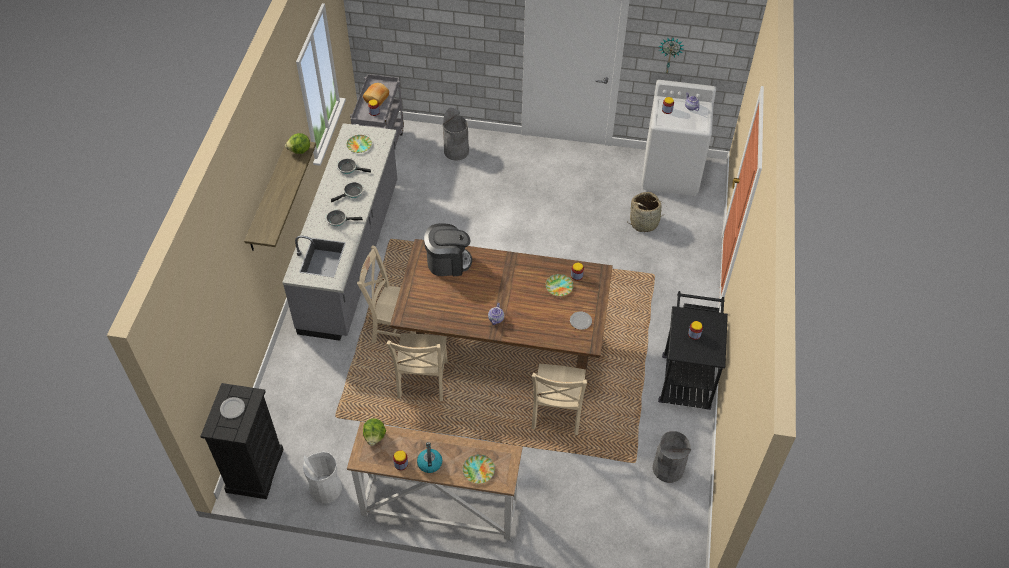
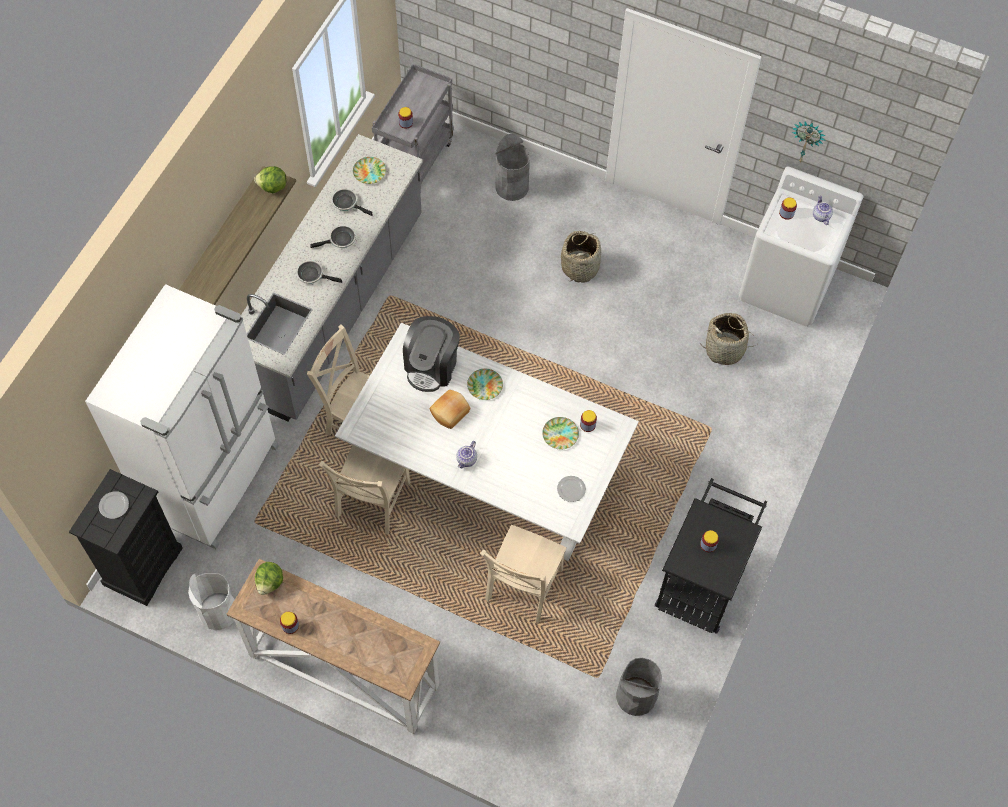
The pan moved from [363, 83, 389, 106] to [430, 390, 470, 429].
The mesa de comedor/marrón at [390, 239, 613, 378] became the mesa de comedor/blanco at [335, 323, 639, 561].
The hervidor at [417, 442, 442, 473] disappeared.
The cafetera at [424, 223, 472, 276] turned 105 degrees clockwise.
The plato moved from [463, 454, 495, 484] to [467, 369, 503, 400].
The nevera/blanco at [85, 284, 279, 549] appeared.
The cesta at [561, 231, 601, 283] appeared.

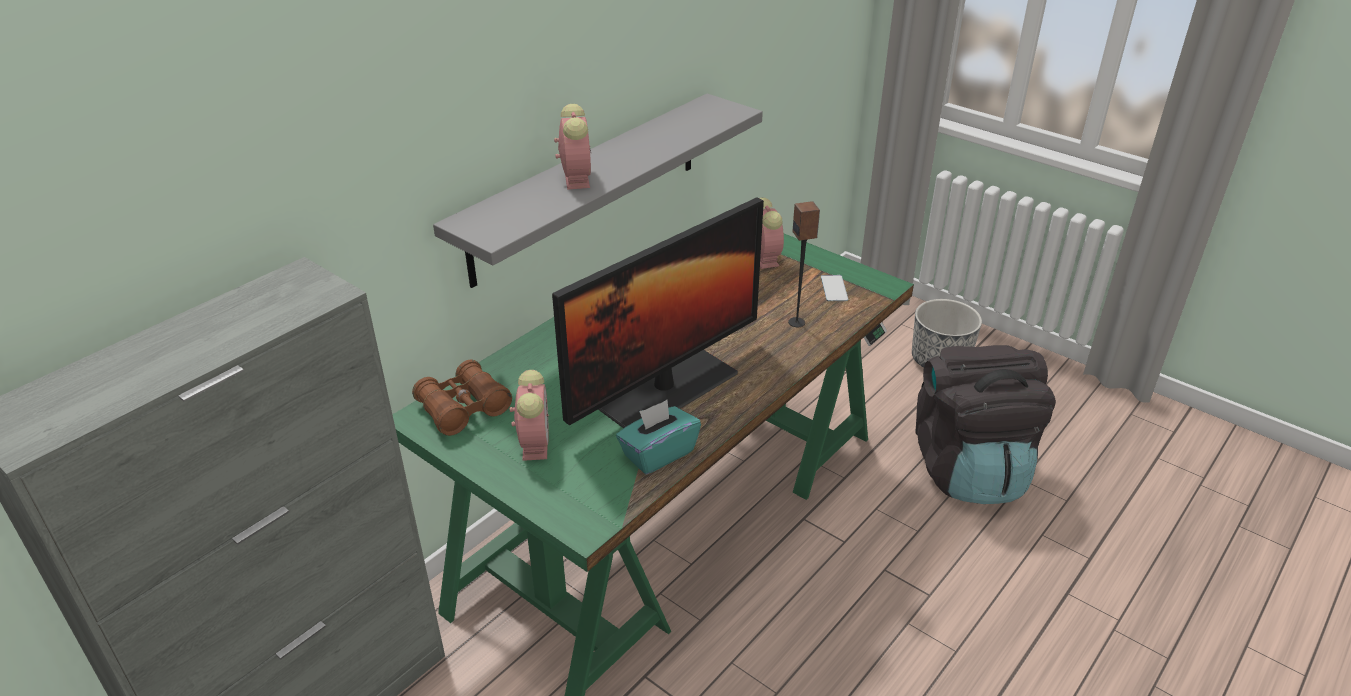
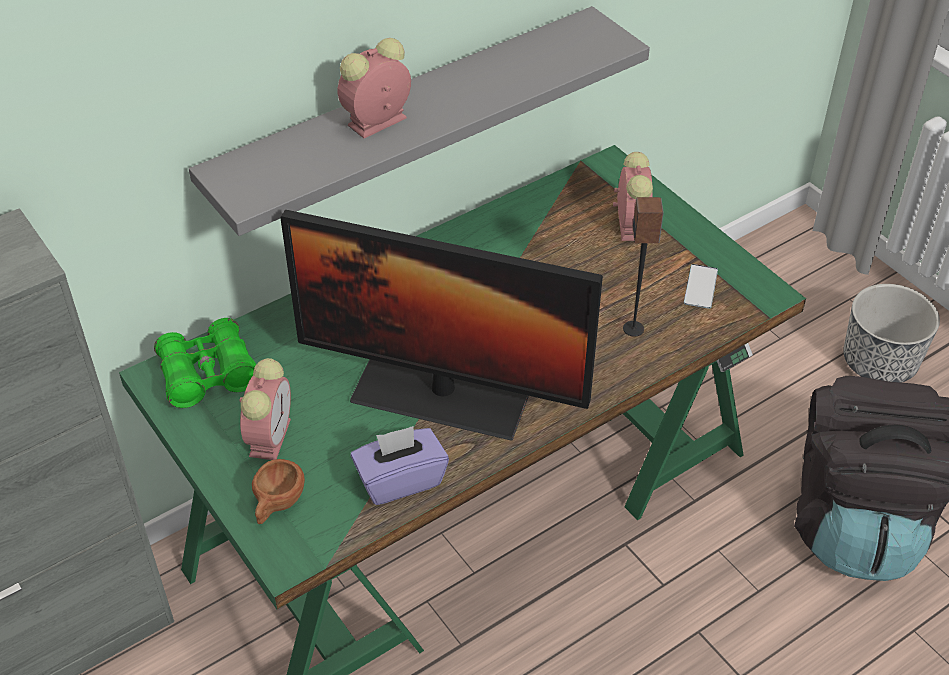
The prismáticos/marrón at [412, 360, 512, 436] became the prismáticos/verde at [154, 318, 256, 408].
The monitor at [552, 197, 764, 428] turned 45 degrees clockwise.
The despertador at [554, 104, 591, 190] turned 135 degrees counterclockwise.
The caja de pañuelos/turquesa at [616, 400, 701, 474] became the caja de pañuelos/morado at [351, 426, 449, 505].
The taza/marrón at [252, 459, 305, 524] appeared.

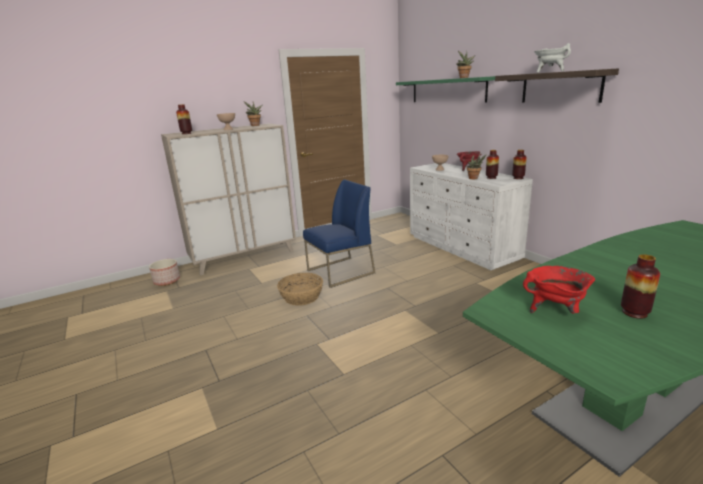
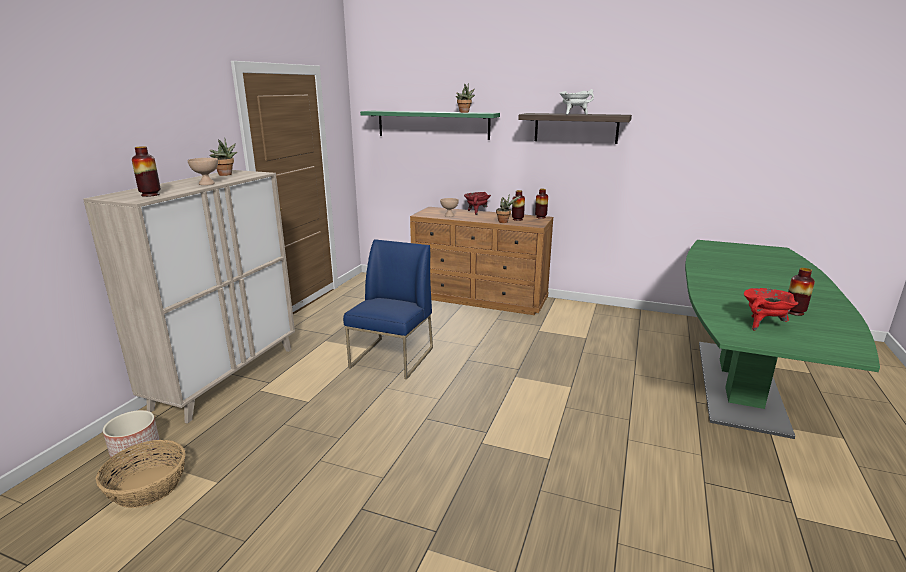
The cesta moved from [277, 273, 323, 306] to [96, 440, 186, 508].
The cómoda/blanco at [410, 163, 533, 270] became the cómoda/marrón at [410, 207, 553, 315].

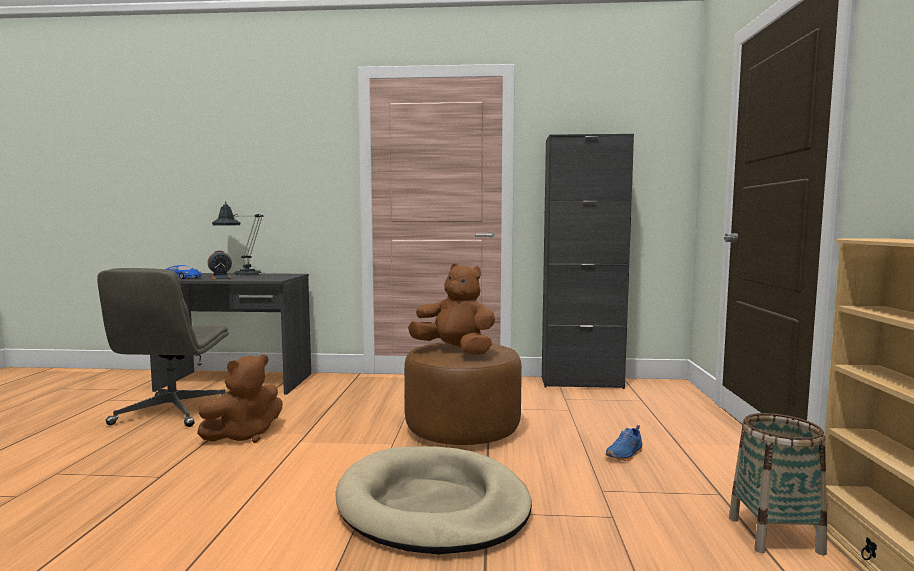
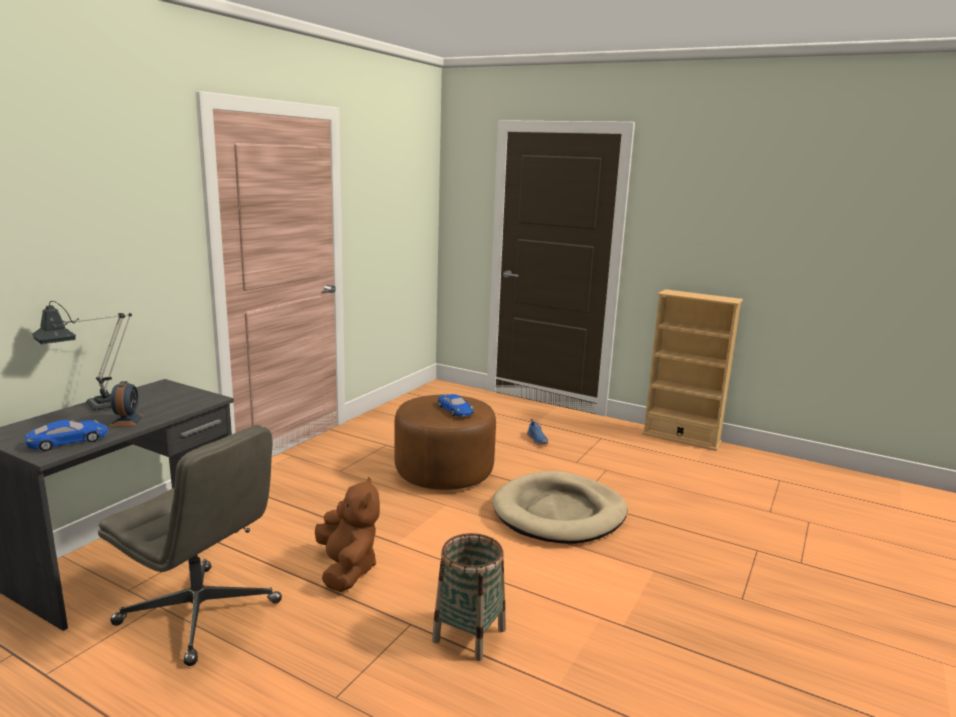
The peluche/marrón at [408, 263, 495, 355] was replaced by the coche de juguete/azul at [437, 394, 474, 416].
The armario/negro at [542, 134, 634, 389] disappeared.
The cesta moved from [729, 413, 827, 555] to [432, 533, 505, 661].

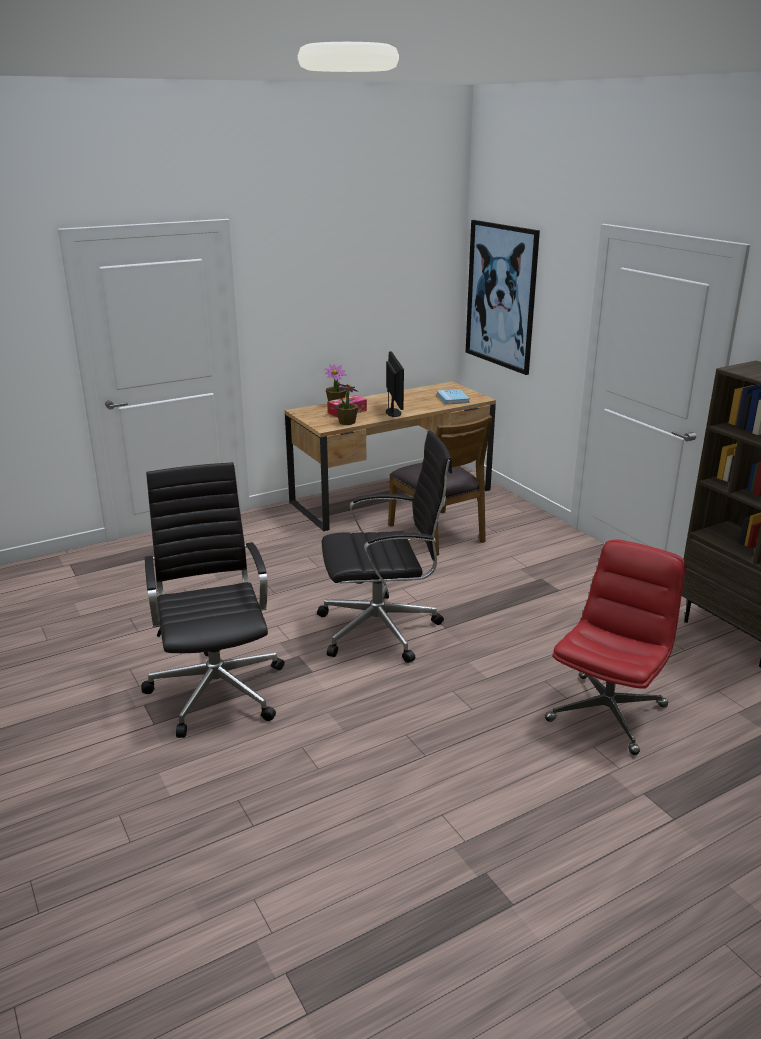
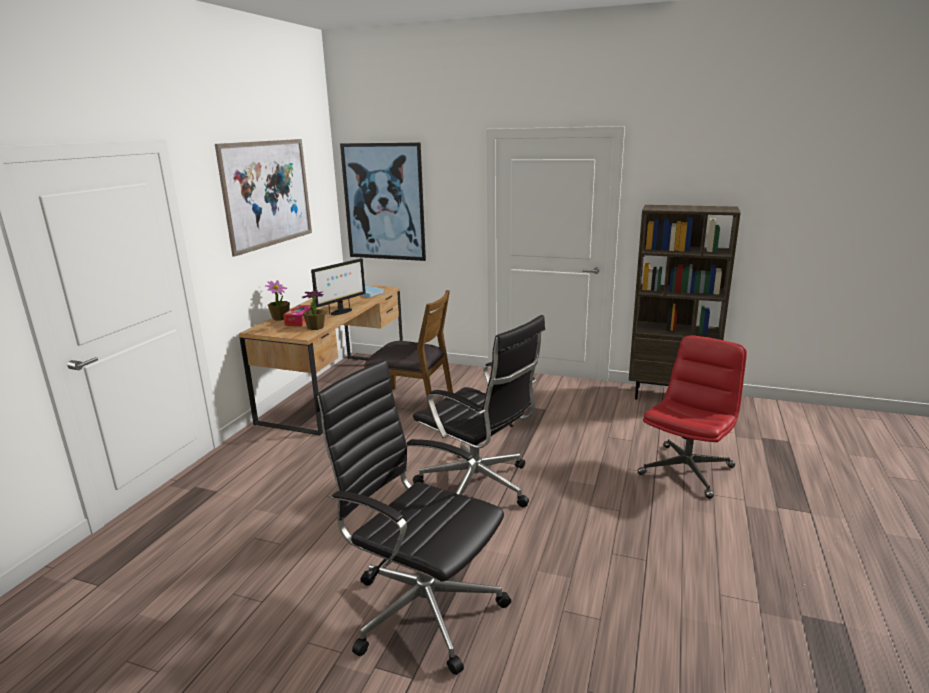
The silla de oficina/negro at [317, 431, 452, 663] turned 90 degrees clockwise.
The monitor at [386, 351, 404, 417] turned 90 degrees clockwise.
The silla de oficina/rojo at [545, 540, 686, 755] turned 45 degrees clockwise.
The cuadro at [215, 139, 312, 257] appeared.

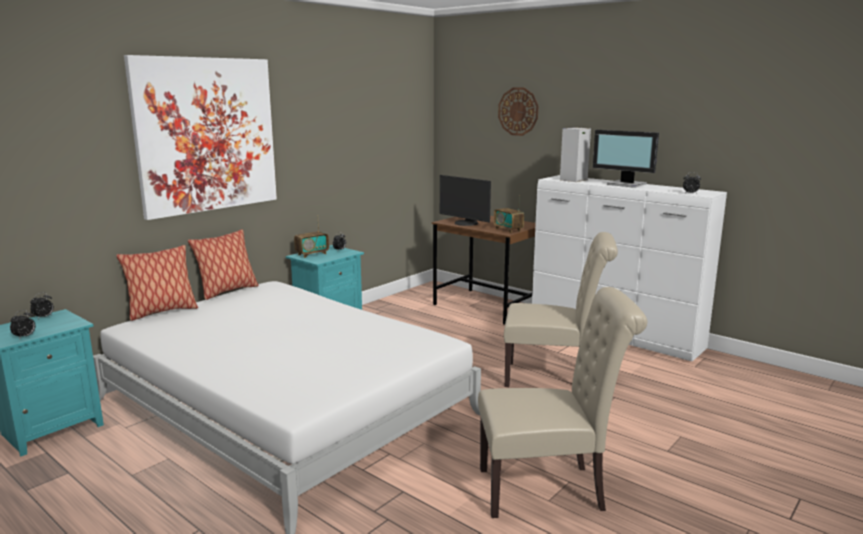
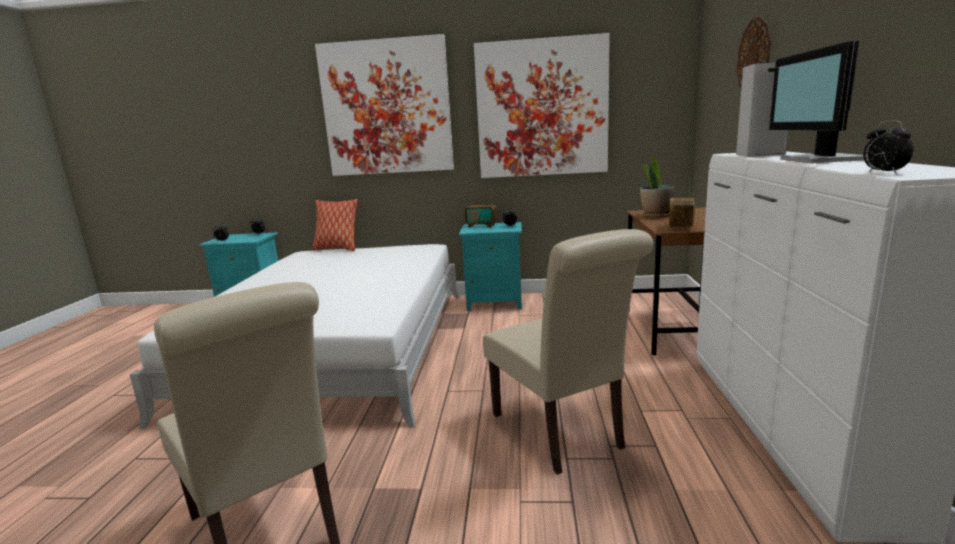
The cojín at [188, 230, 259, 300] disappeared.
The monitor at [440, 175, 491, 226] was replaced by the planta en maceta at [640, 156, 675, 218].
The cuadro at [474, 33, 610, 178] appeared.

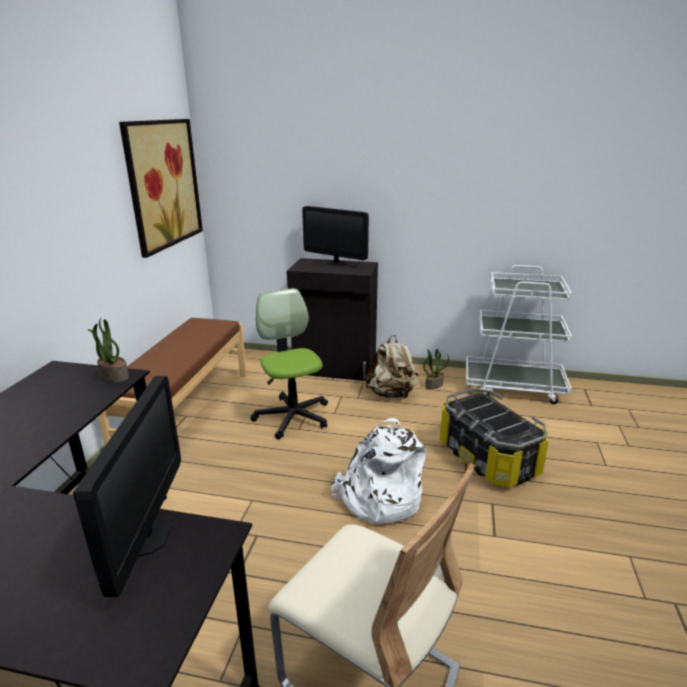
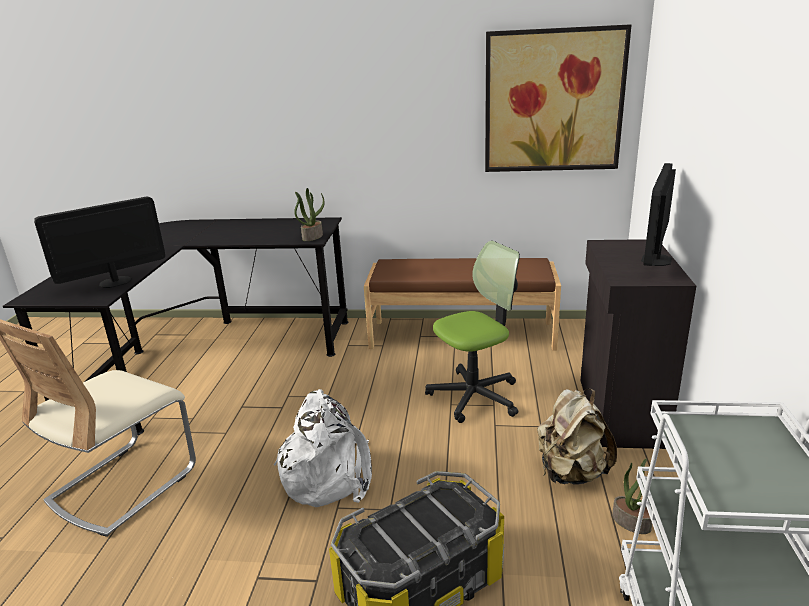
The monitor at [73, 376, 181, 597] turned 150 degrees clockwise.

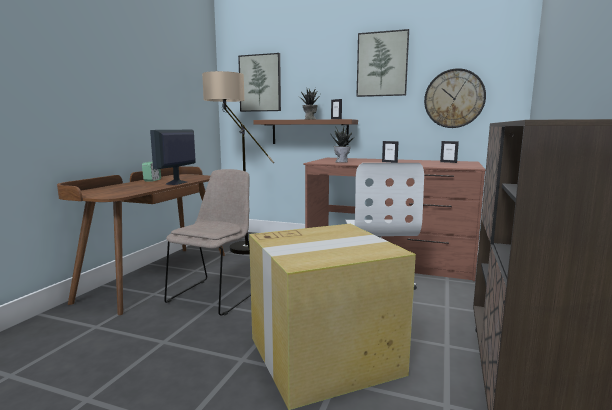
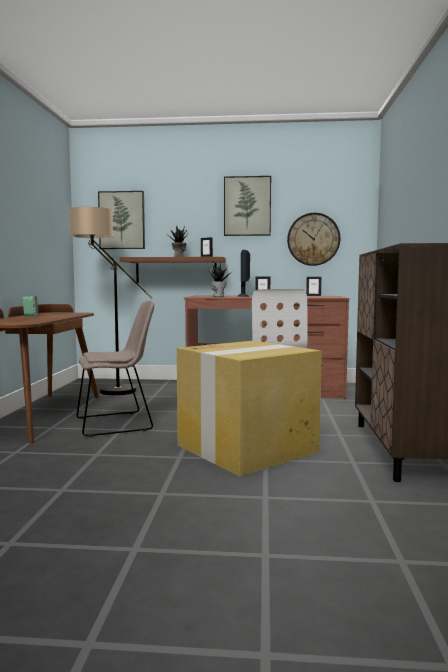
The monitor moved from [150, 130, 196, 185] to [238, 250, 250, 297].
The silla/beis at [164, 169, 251, 316] turned 60 degrees clockwise.

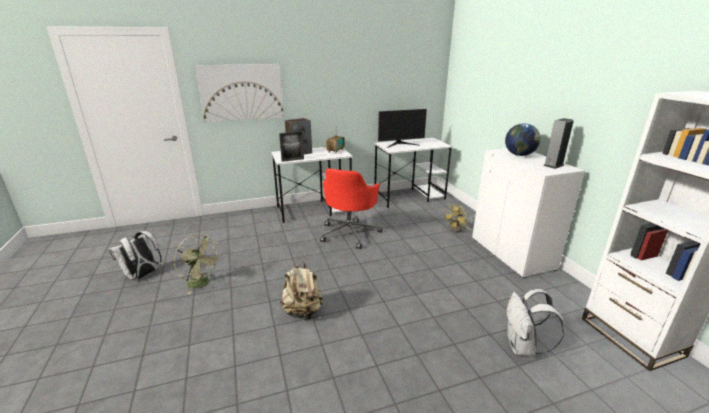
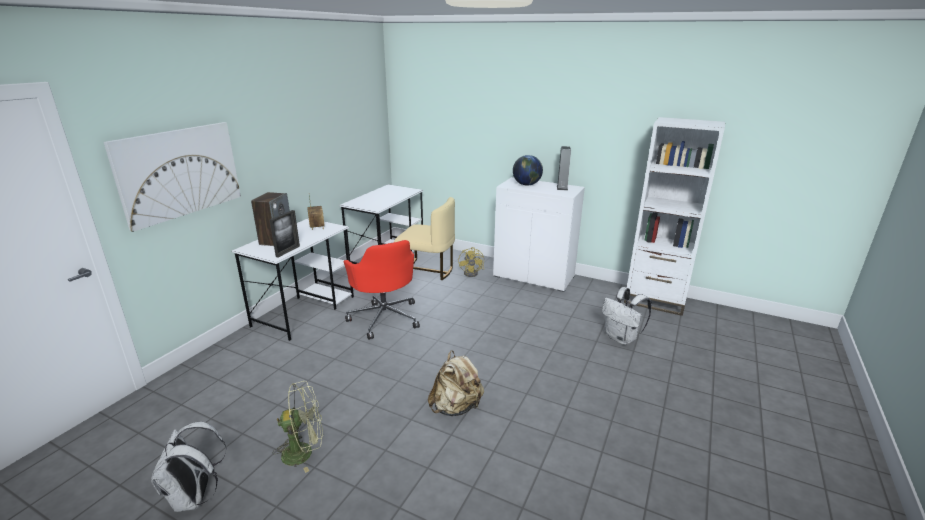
The monitor at [378, 109, 427, 148] disappeared.
The silla/beis at [394, 197, 455, 280] appeared.

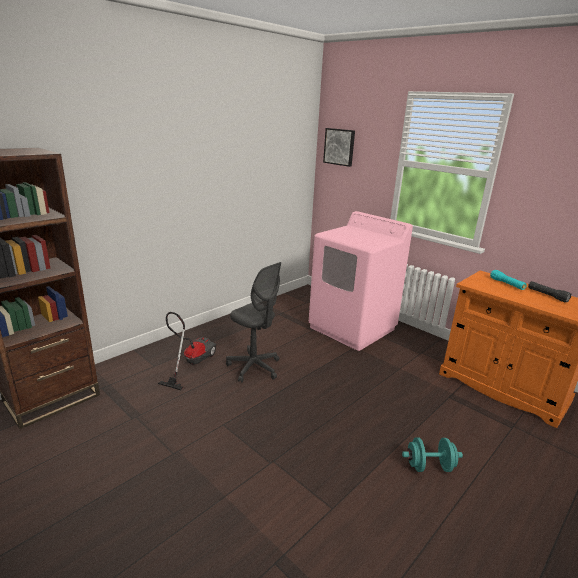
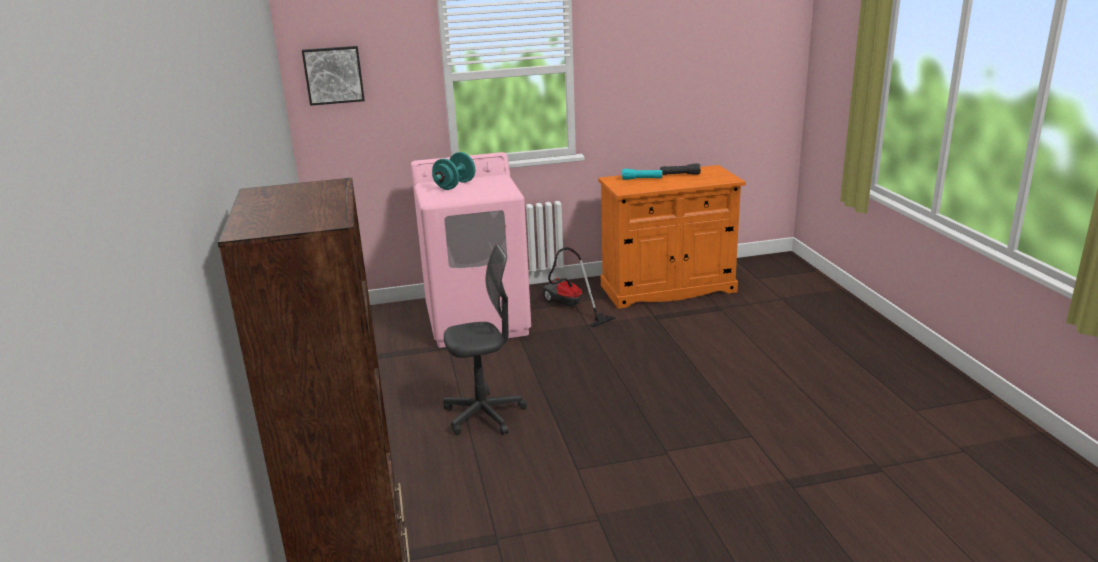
The aspiradora moved from [158, 312, 217, 390] to [542, 247, 616, 328].
The mancuerna/turquesa moved from [402, 437, 463, 472] to [432, 152, 475, 190].

